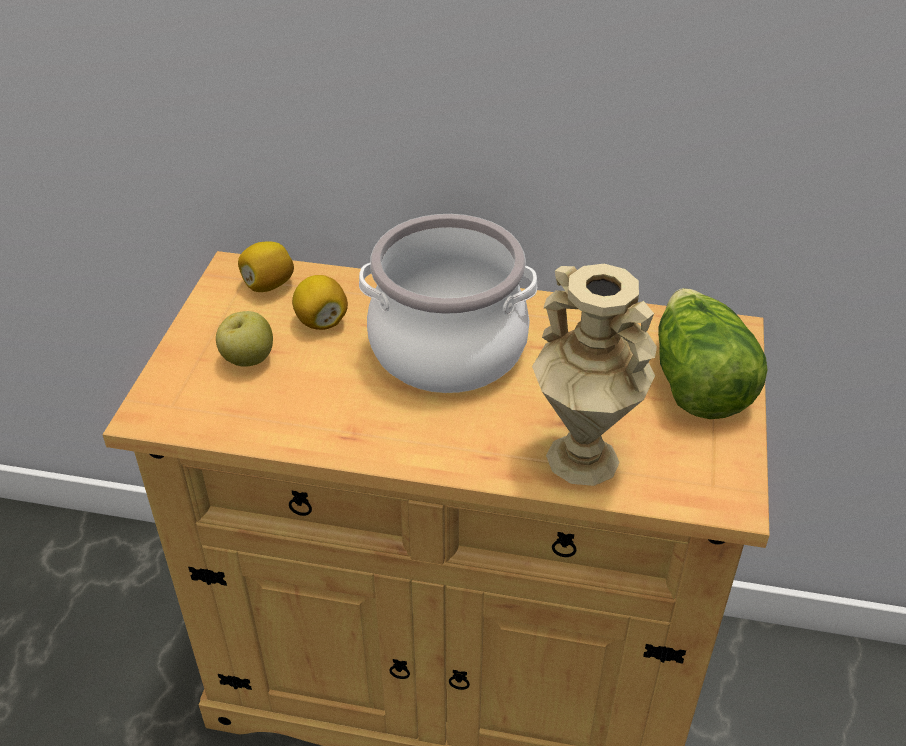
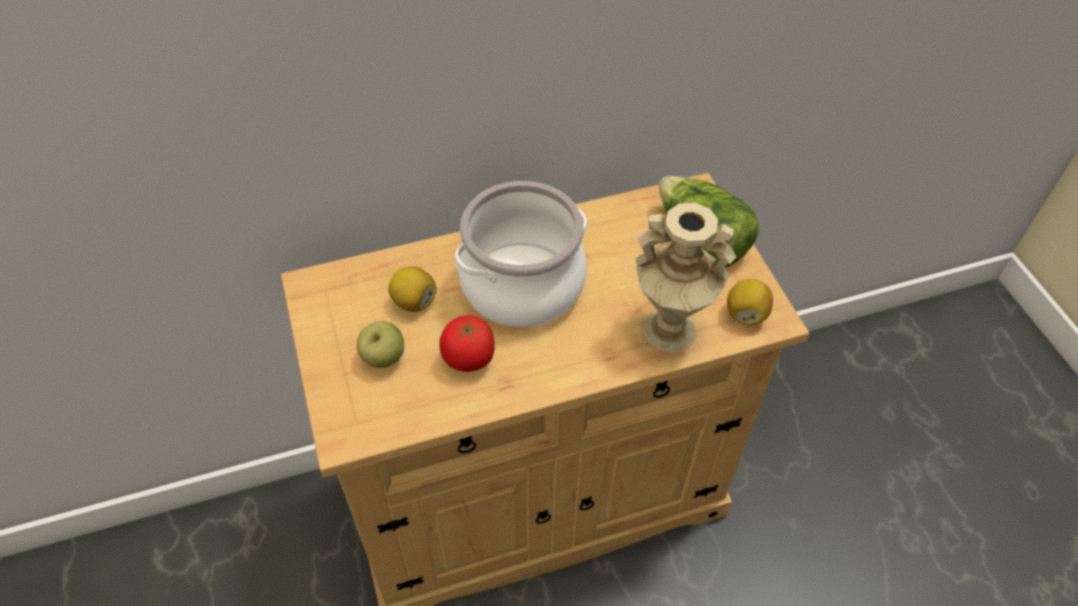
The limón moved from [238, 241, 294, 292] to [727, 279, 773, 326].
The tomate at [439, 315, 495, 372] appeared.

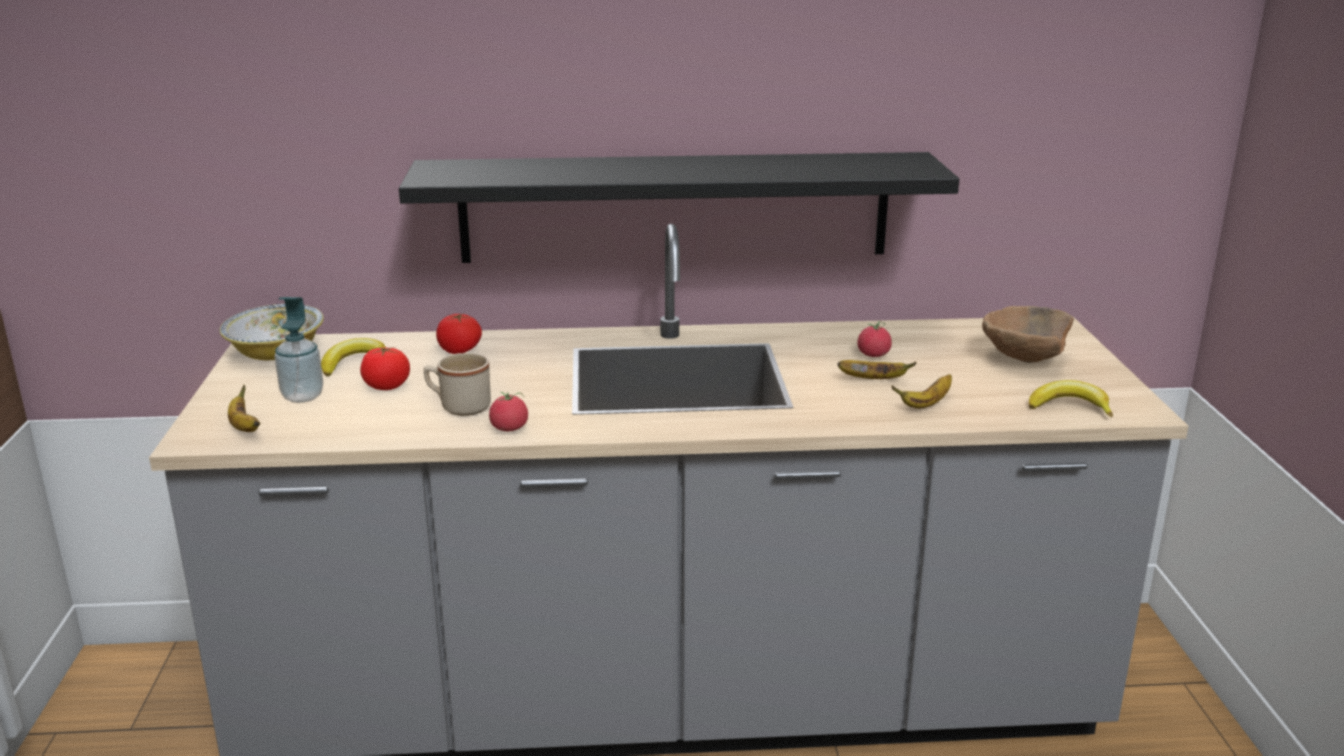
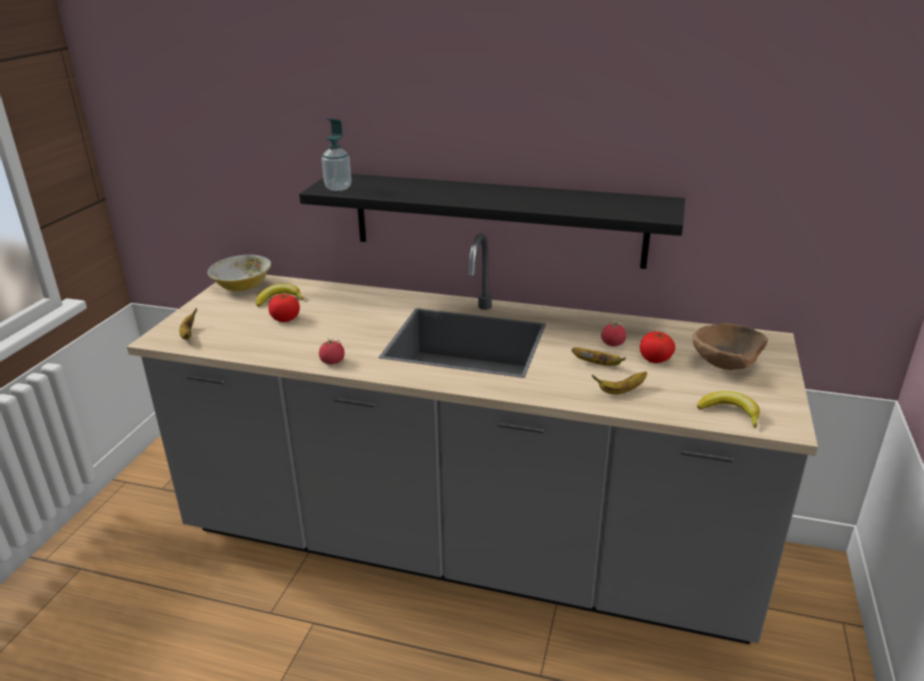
The dispensador de jabón moved from [274, 297, 323, 403] to [322, 118, 351, 191].
The taza grande/beis at [424, 353, 491, 416] disappeared.
The tomate moved from [436, 313, 482, 354] to [640, 331, 675, 363].

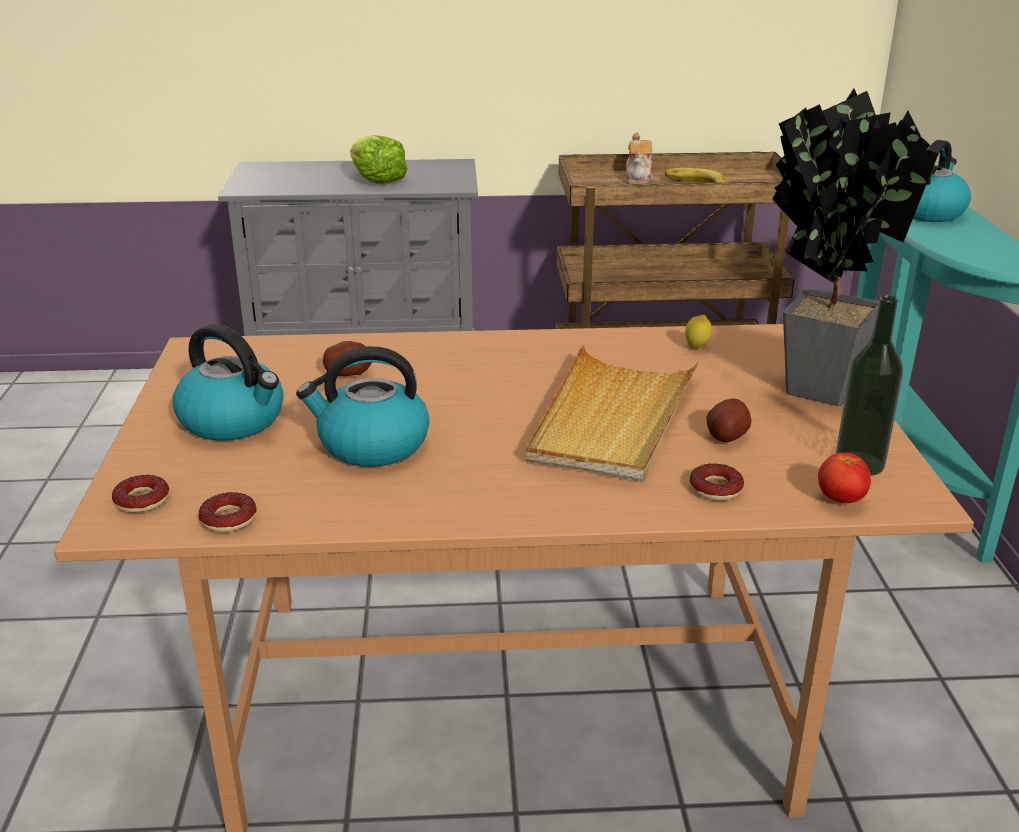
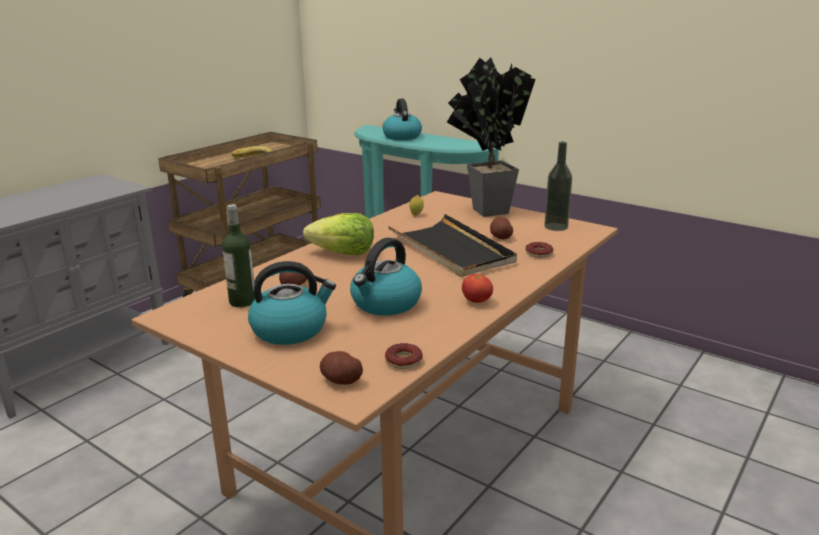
The rosquilla at [112, 475, 169, 513] was replaced by the patata at [320, 351, 363, 385].
The lechuga moved from [350, 135, 408, 184] to [303, 213, 374, 256].
The bandeja/beis at [526, 345, 699, 482] became the bandeja/negro at [388, 214, 517, 277].
The tetera at [626, 133, 654, 184] disappeared.
The tomate moved from [818, 453, 871, 503] to [462, 274, 493, 303].
The botella at [222, 204, 255, 307] appeared.

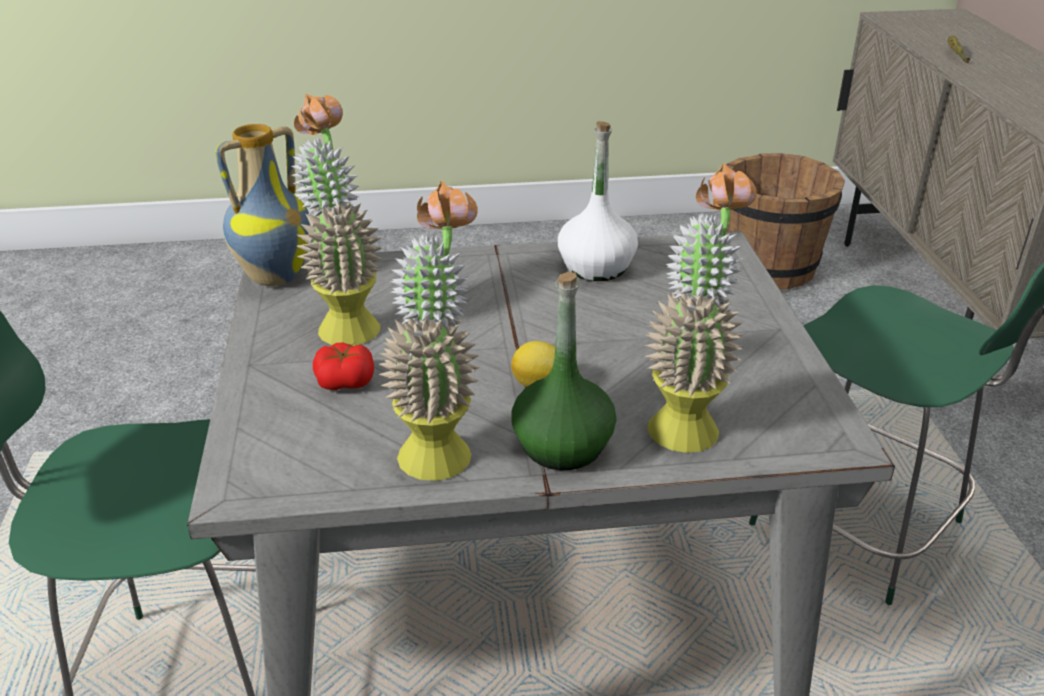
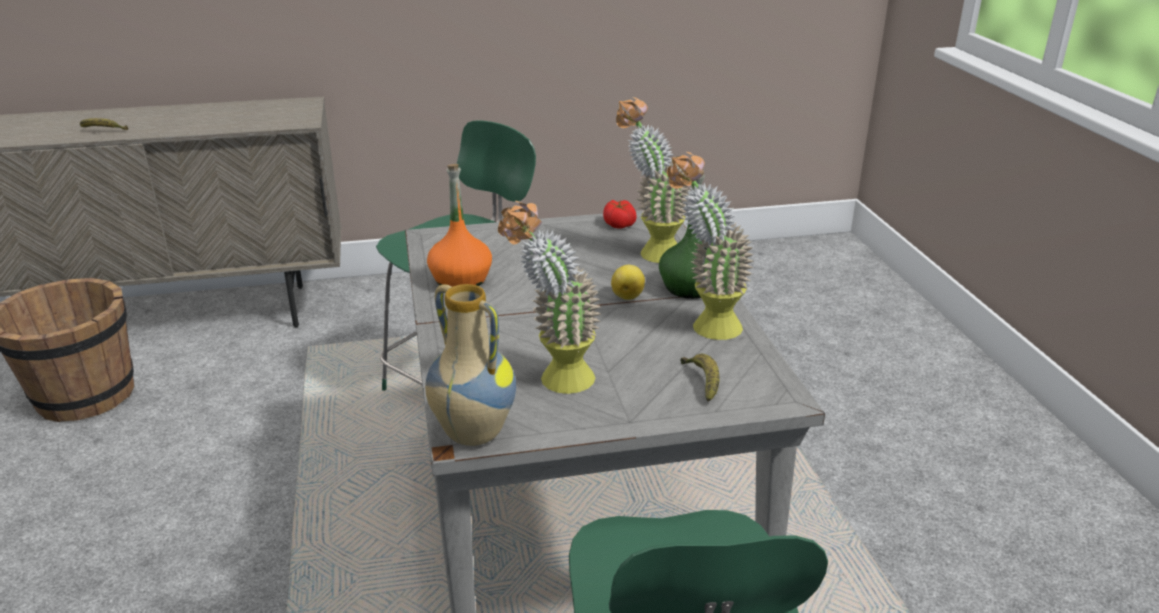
The tomate moved from [313, 343, 374, 390] to [603, 200, 637, 229].
The botella/blanco at [558, 121, 638, 281] became the botella/naranja at [427, 164, 492, 287].
The plátano at [680, 354, 720, 401] appeared.

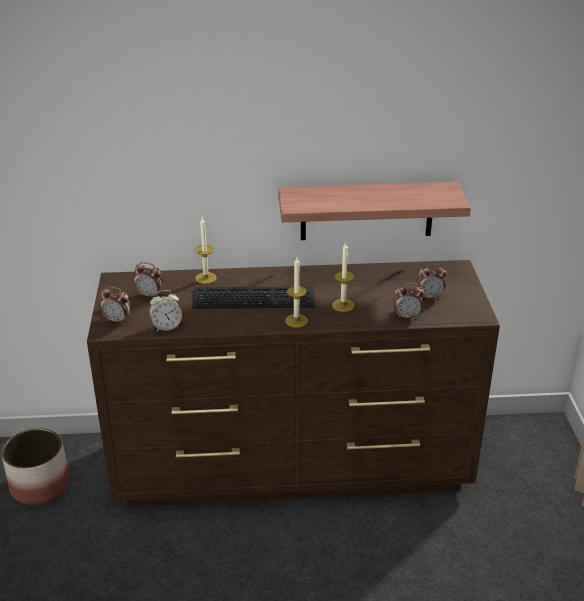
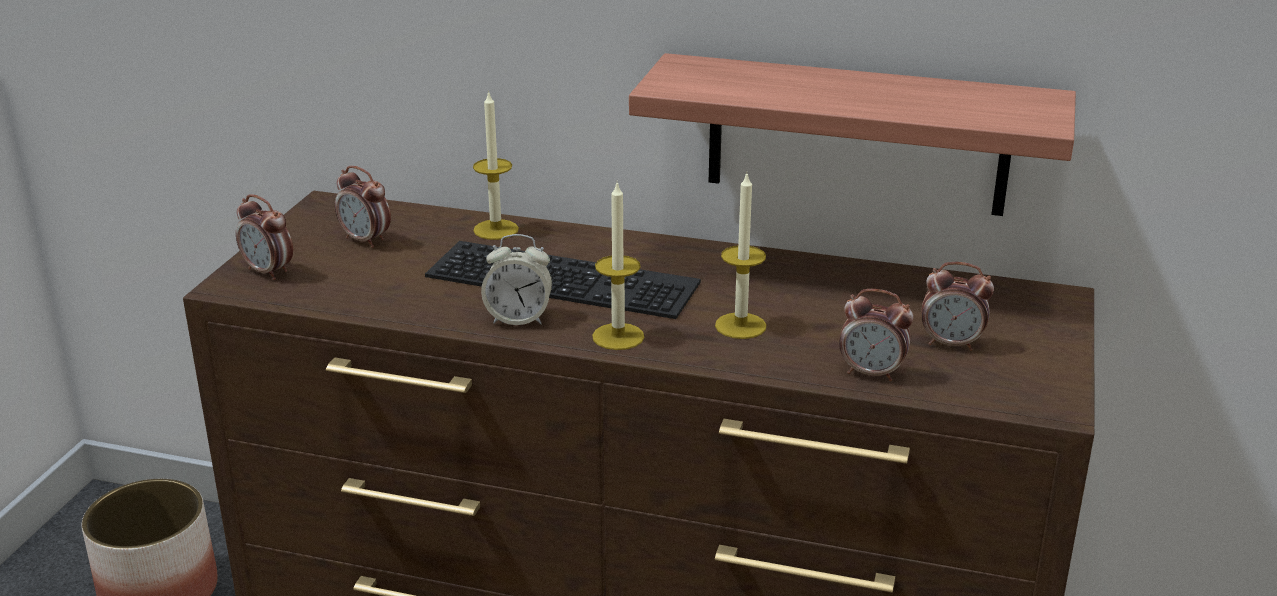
The despertador moved from [150, 290, 182, 331] to [481, 234, 552, 325].

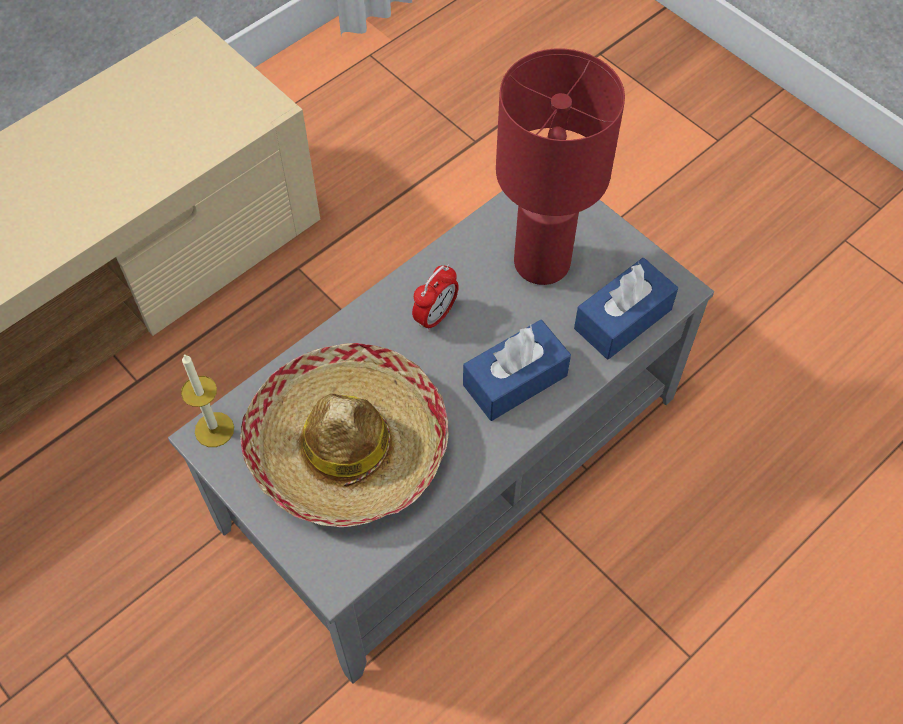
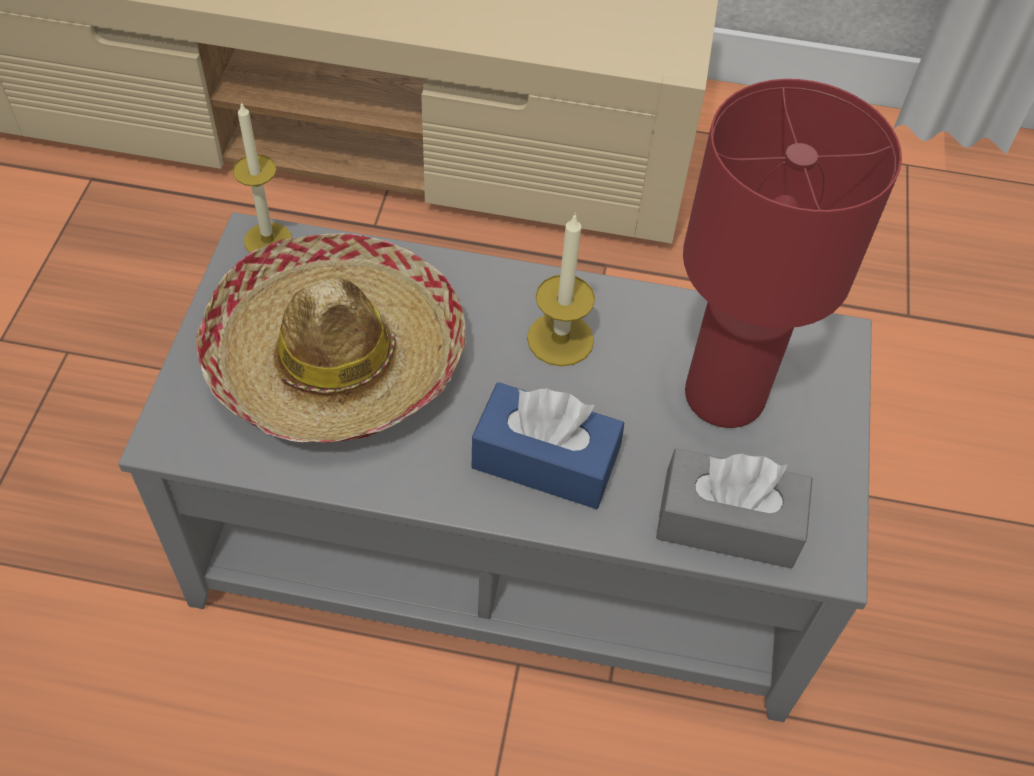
The despertador at [412, 265, 459, 332] was replaced by the vela at [527, 213, 595, 366].
The caja de pañuelos/azul at [574, 258, 678, 360] became the caja de pañuelos/gris at [656, 448, 813, 568].

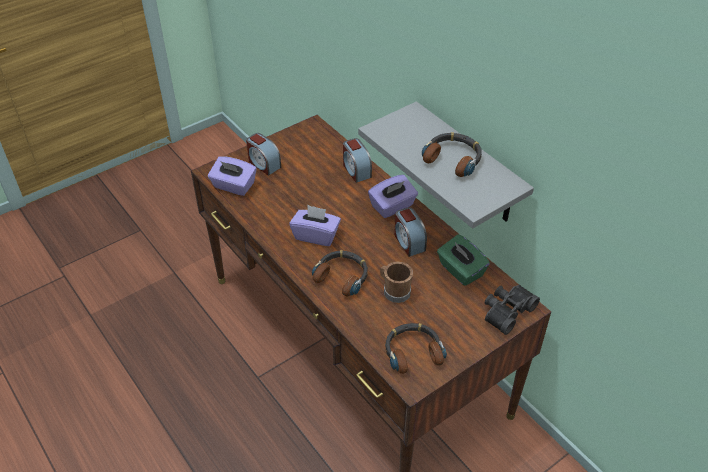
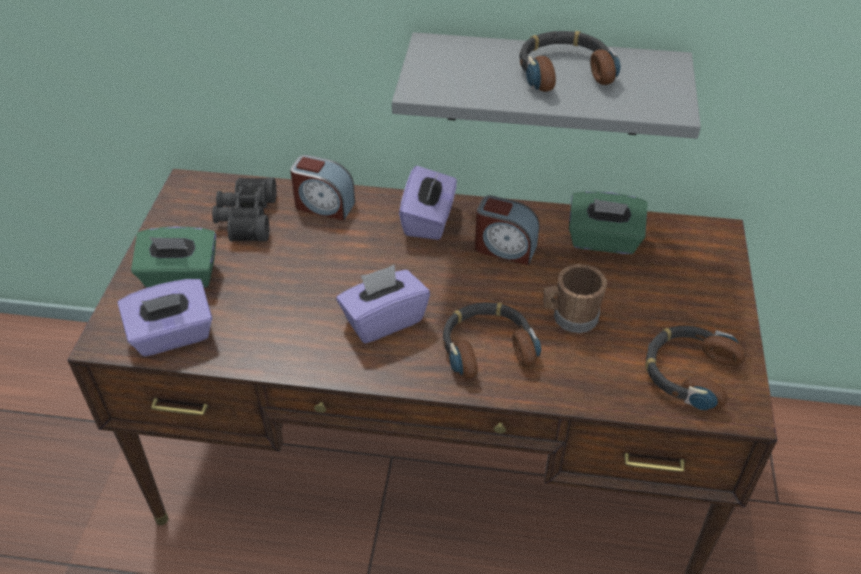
The despertador at [246, 133, 281, 176] was replaced by the caja de pañuelos/verde at [131, 226, 216, 288].
The prismáticos/negro moved from [485, 285, 540, 335] to [212, 178, 276, 241].

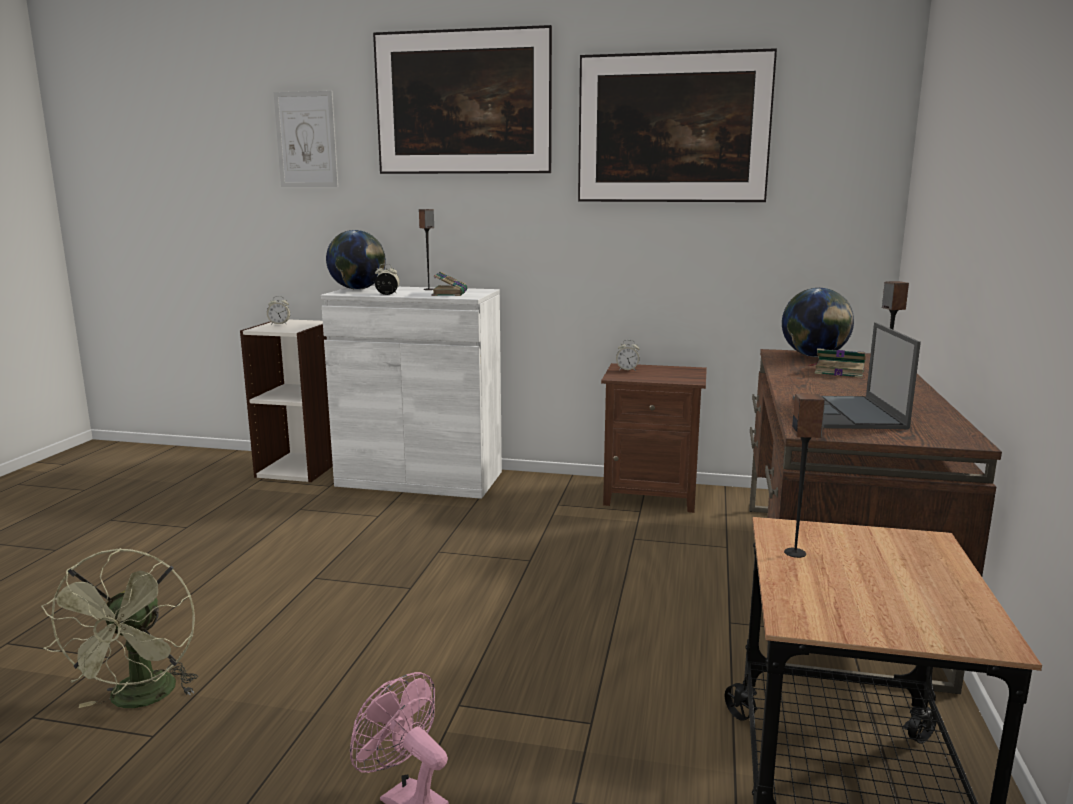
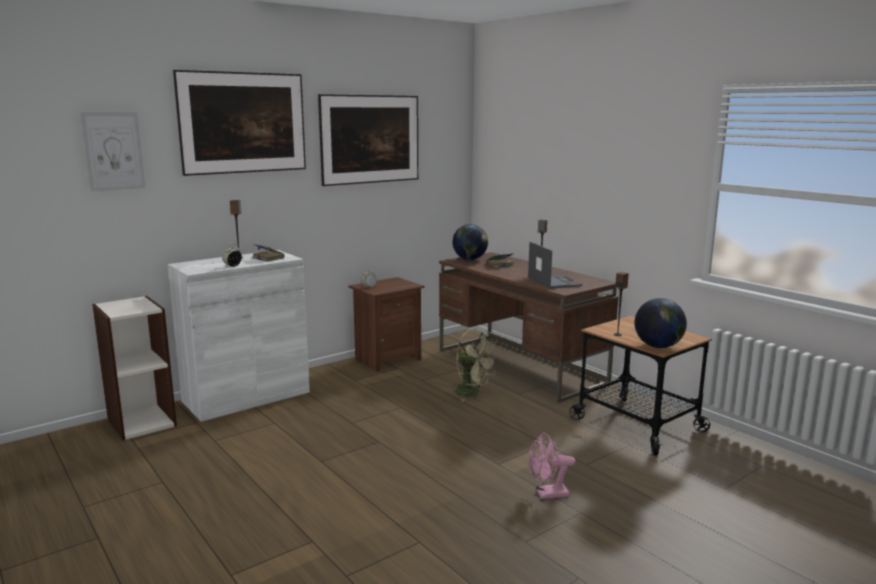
The ventilador/verde moved from [41, 548, 198, 708] to [454, 329, 498, 402].
The despertador at [267, 296, 290, 325] disappeared.
The globo terráqueo moved from [326, 230, 386, 290] to [634, 298, 687, 348].
The portátil at [793, 322, 921, 429] turned 150 degrees counterclockwise.

